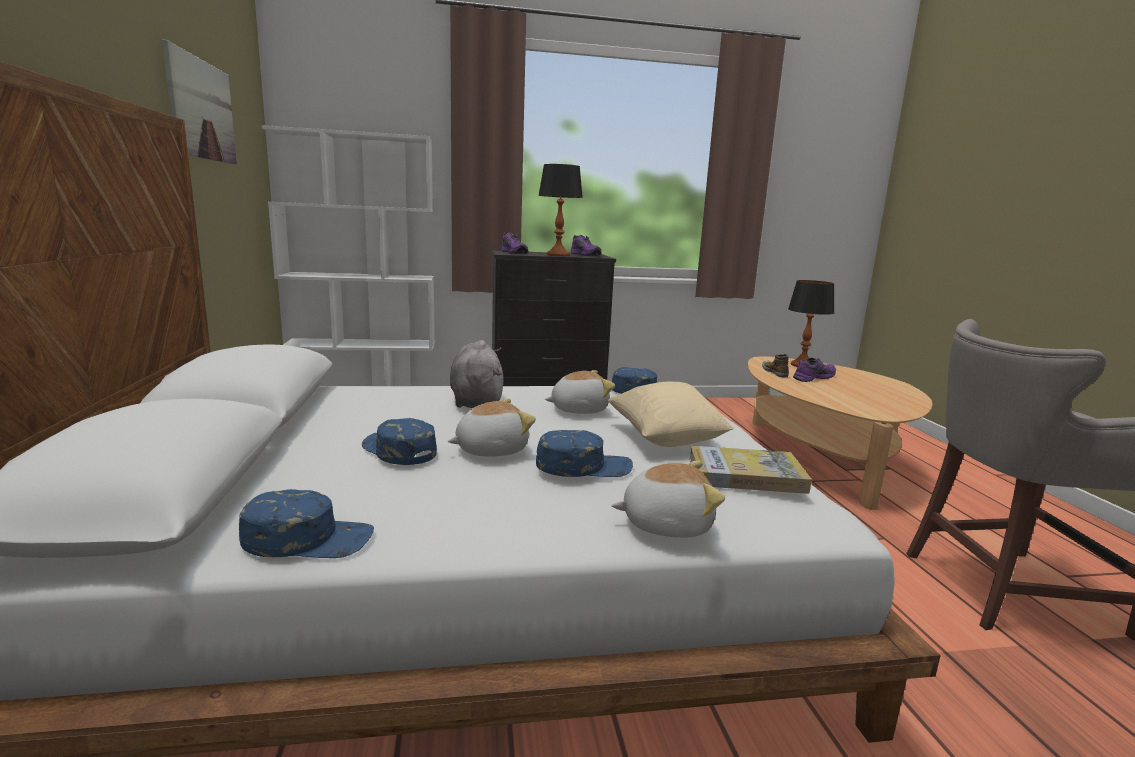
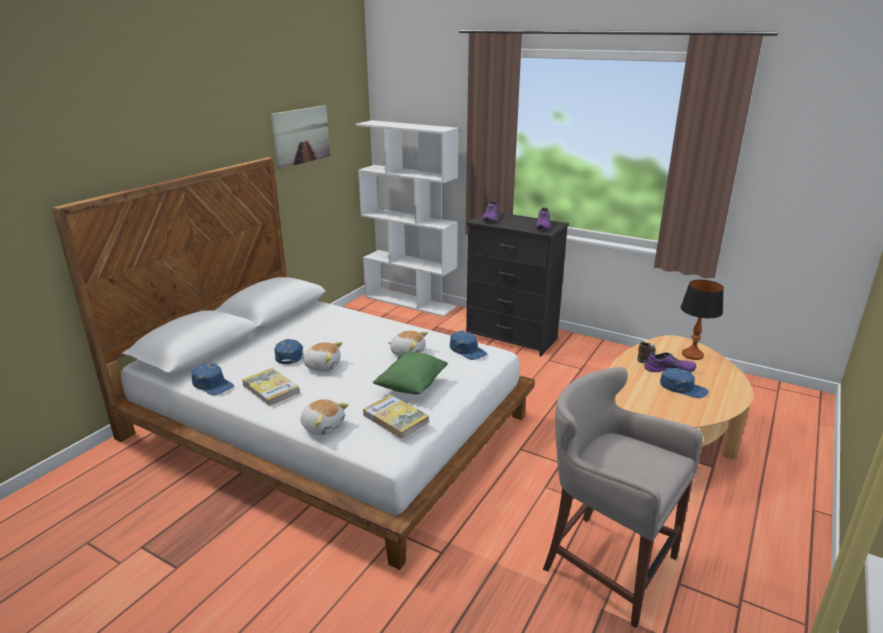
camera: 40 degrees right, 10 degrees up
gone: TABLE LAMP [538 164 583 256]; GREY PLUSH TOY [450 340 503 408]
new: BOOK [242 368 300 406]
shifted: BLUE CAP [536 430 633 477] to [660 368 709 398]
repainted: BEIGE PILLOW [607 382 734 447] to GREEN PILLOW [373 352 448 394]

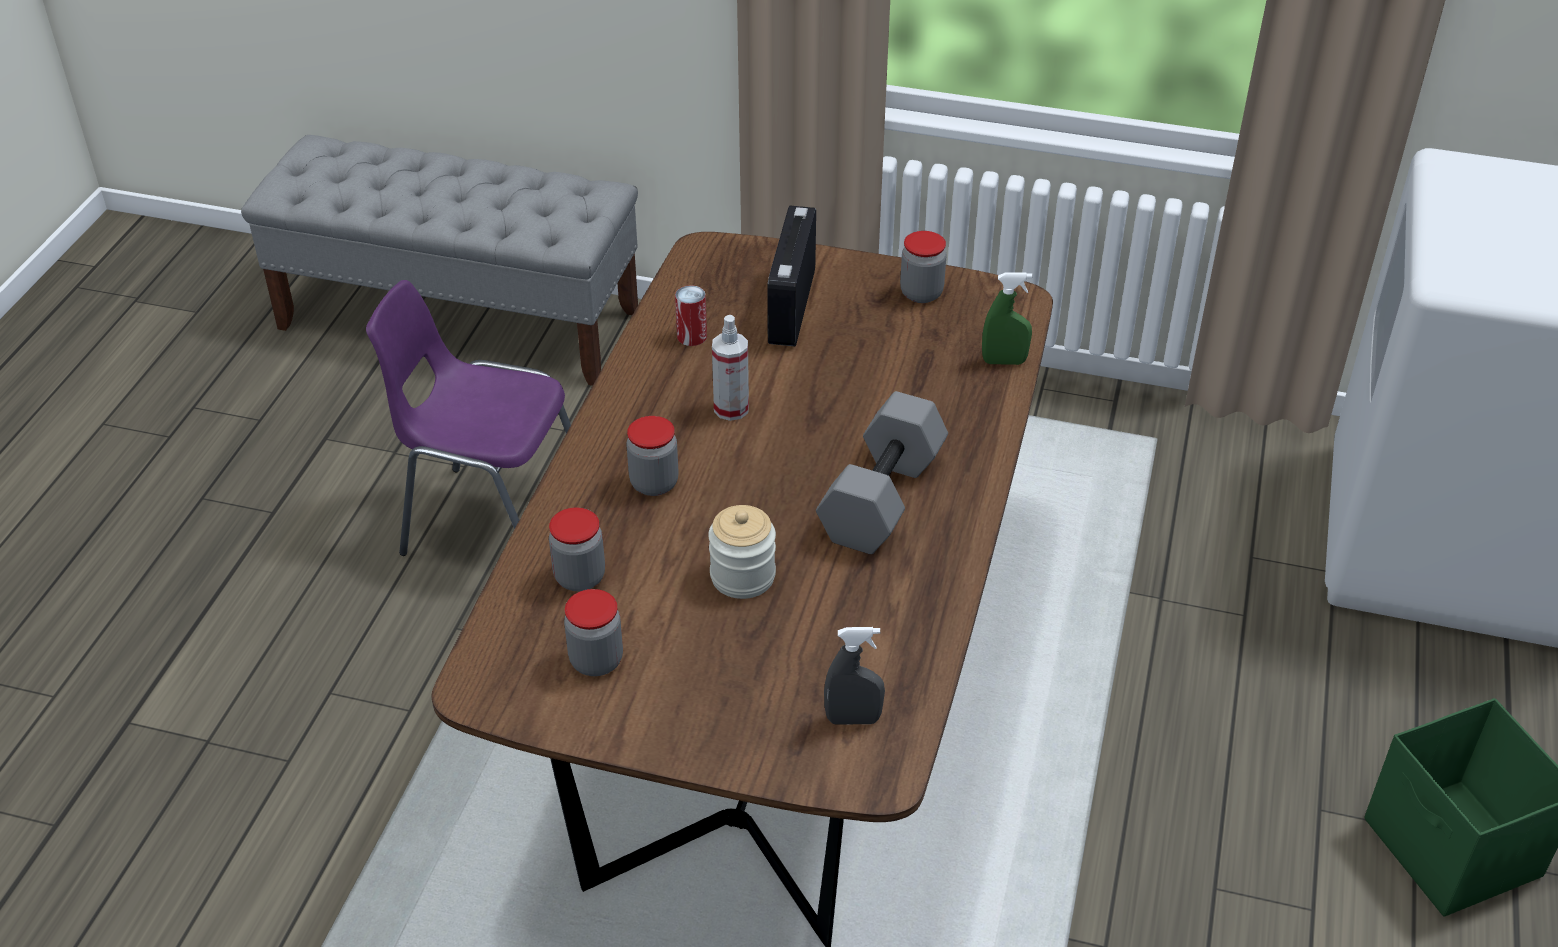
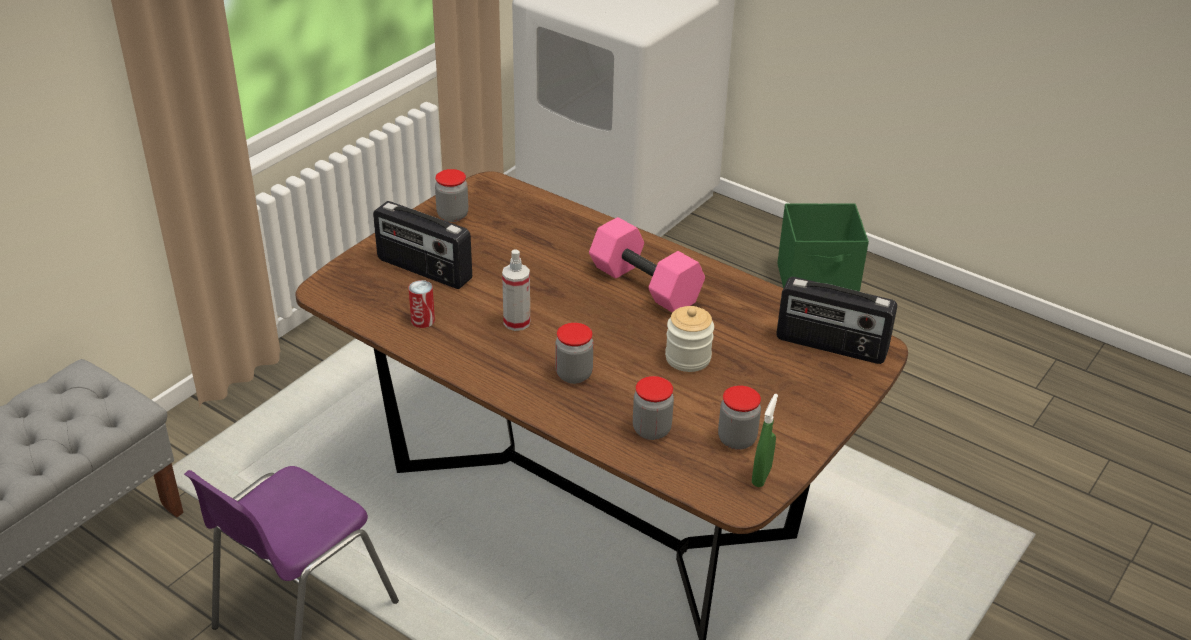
camera: 70 degrees left, 5 degrees down
shifted: GREEN SPRAY BOTTLE [982 272 1032 365] to [752 394 778 487]
swapped: GREY SPRAY BOTTLE [824 627 885 724] to RADIO [776 277 897 364]
repainted: GREY DUMBBELL [816 391 948 554] to PINK DUMBBELL [589 217 705 313]

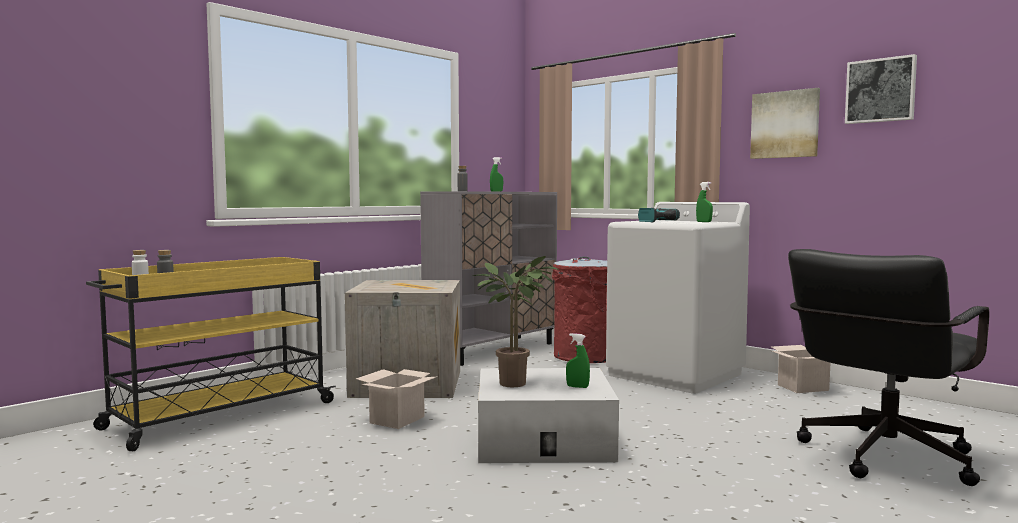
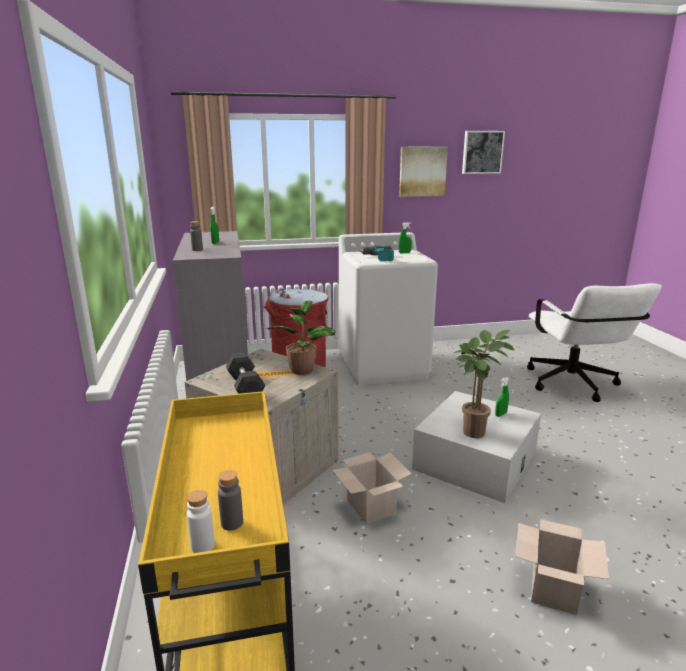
camera: 55 degrees left, 15 degrees up
new: POTTED PLANT [267 300 335 375]; GREY DUMBBELL [226 353 266 394]
shifted: CARDBOARD BOX [771 345 830 393] to [515 520 609 615]
repainted: BLACK OFFICE CHAIR [788 249 990 486] to WHITE OFFICE CHAIR [527 283 662 402]

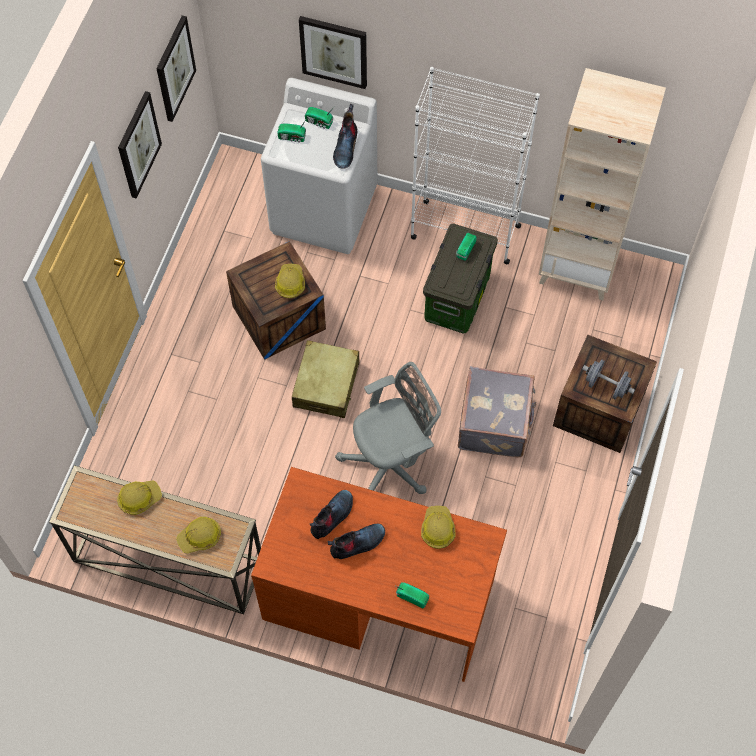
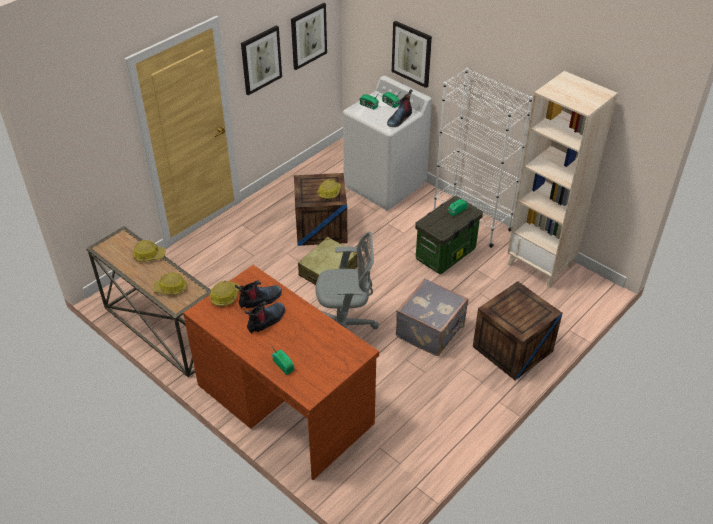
camera: 25 degrees right, 20 degrees down
gone: GREY DUMBBELL [582 360 635 399]
shifted: HARD HAT [421 506 456 549] to [210 281 240 307]
rotated: BOOT [327 524 385 559] = [244 301 285 333] 45 degrees counterclockwise

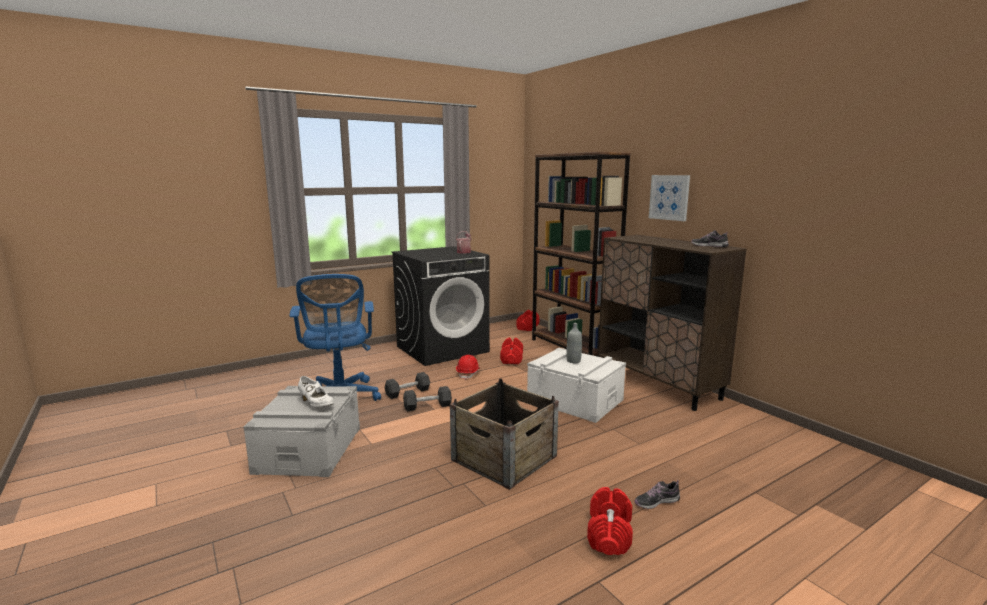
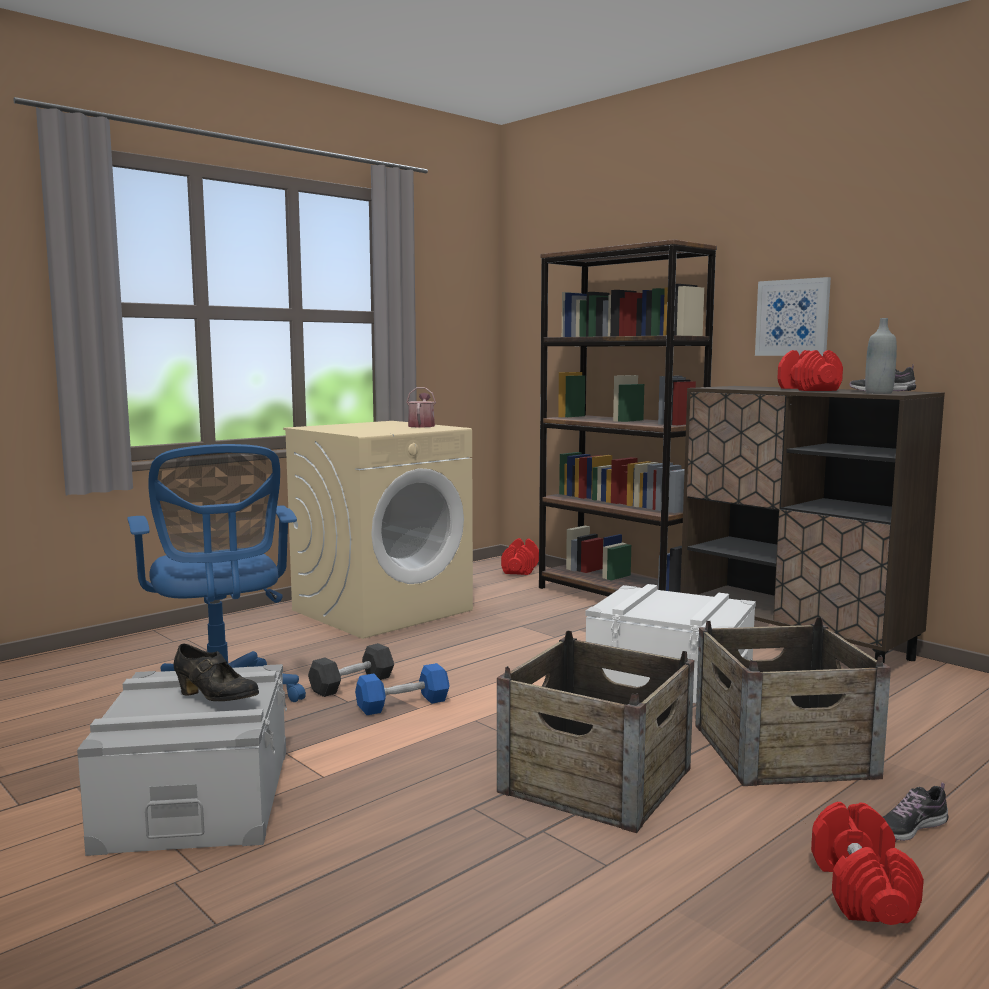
camera: 10 degrees left, 5 degrees down
gone: RED HARD HAT [456 355 480 380]
new: CRATE [695 617 891 786]
shifted: GREY BOTTLE [566 323 582 363] to [865 318 897 394]; RED DUMBBELL [500 338 523 364] to [777 350 843 391]
repainted: BLACK WASHING MACHINE [392 246 490 366] to BEIGE WASHING MACHINE [283 421 473 639]; WHITE SHOE [298 376 334 407] to BLACK SHOE [174 644 259 701]; BLACK DUMBBELL [403 386 452 411] to BLUE DUMBBELL [355 663 450 715]

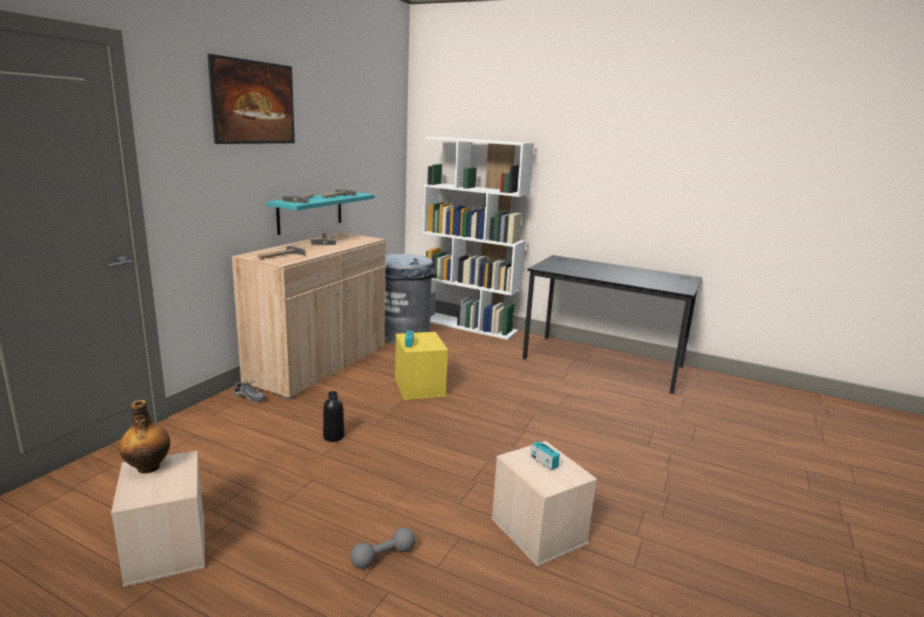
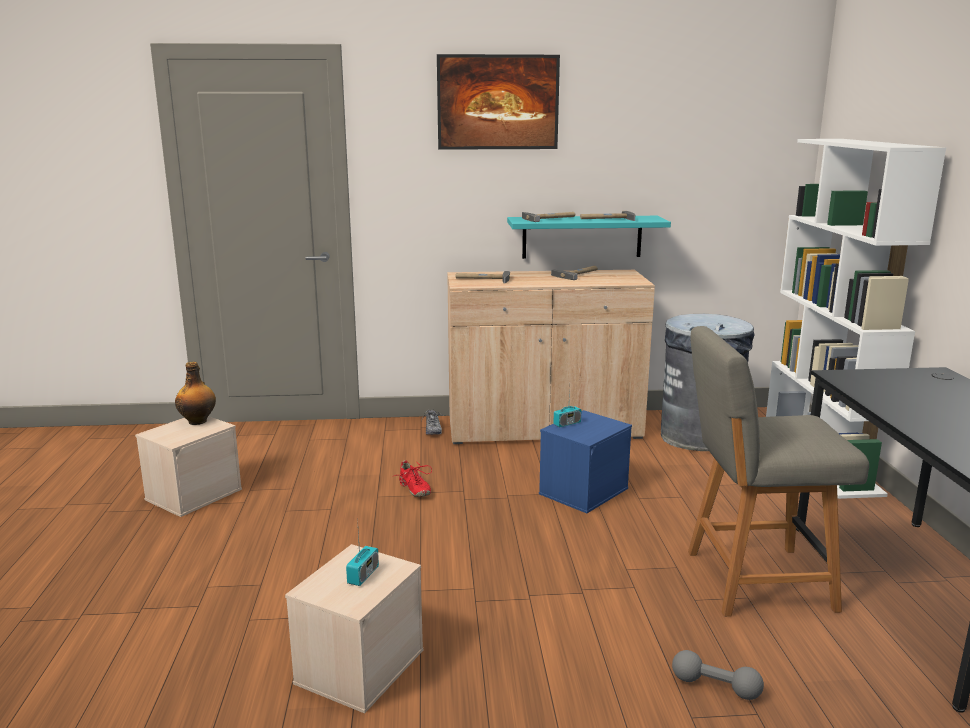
camera: 60 degrees right, 0 degrees up
new: GREY CHAIR [688 326 869 617]
shifted: GREY DUMBBELL [350 527 415 569] to [672 650 764 700]
swapped: BLACK BOTTLE [323 391 344 442] to RED SHOE [392 460 432 497]
repainted: YELLOW STORAGE BOX [395 332 448 400] to BLUE STORAGE BOX [539 410 632 513]

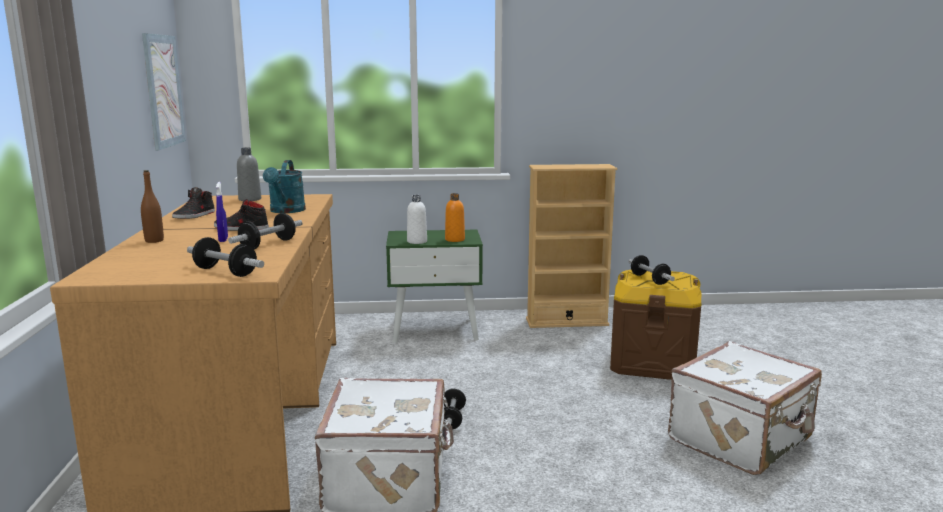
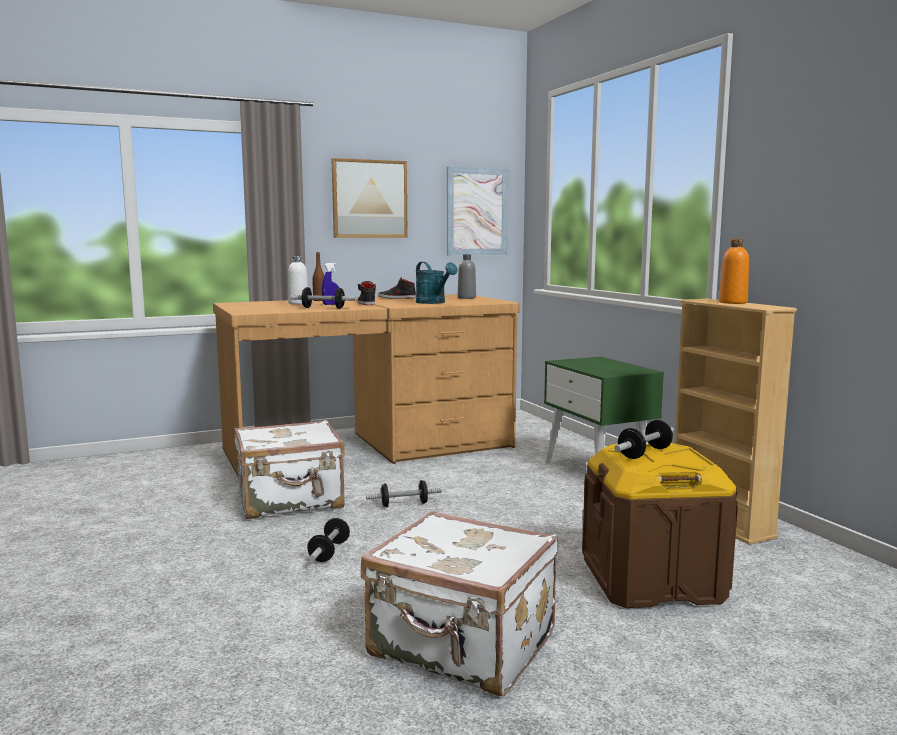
camera: 70 degrees right, 5 degrees down
new: PICTURE [332 158 408 238]
shifted: ORANGE BOTTLE [445 193 465 242] to [719 239 749 304]; WHITE BOTTLE [407 195 427 244] to [288 256 308 304]; DUMBBELL [187 237 264 277] to [307 518 350 562]
rotated: TURQUOISE WATERING CAN [263 160 306 213] = [416 262 458 304] 105 degrees counterclockwise

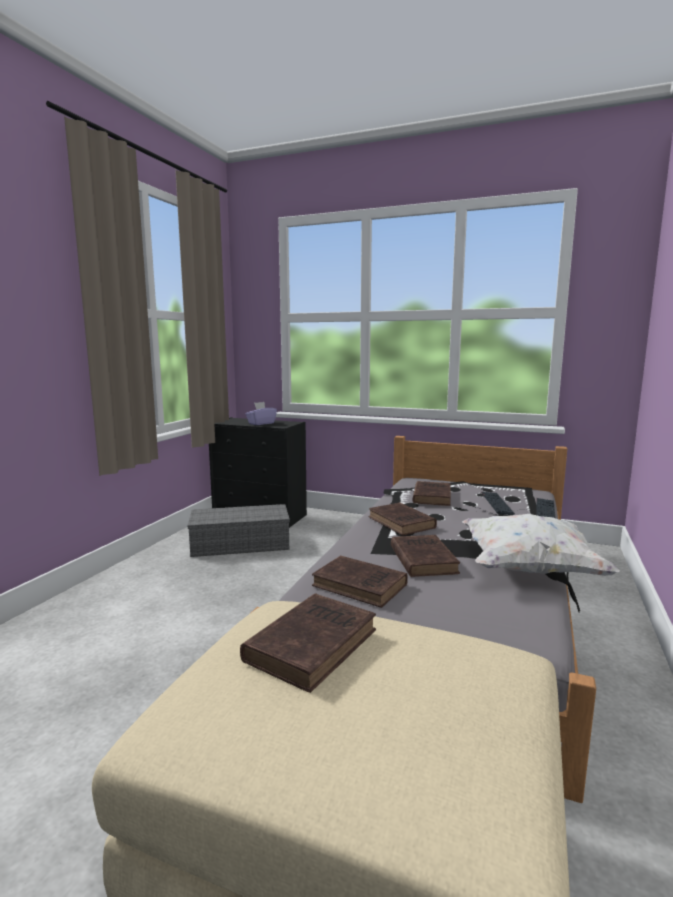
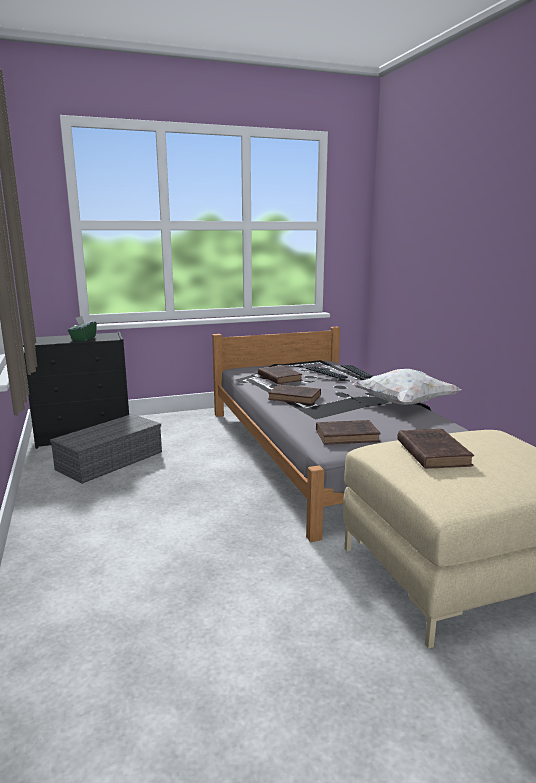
camera: 40 degrees left, 5 degrees up
gone: BROWN BOOK [391 535 460 577]
repainted: PURPLE TISSUE BOX [246 402 277 425] to GREEN TISSUE BOX [68 316 97 341]

